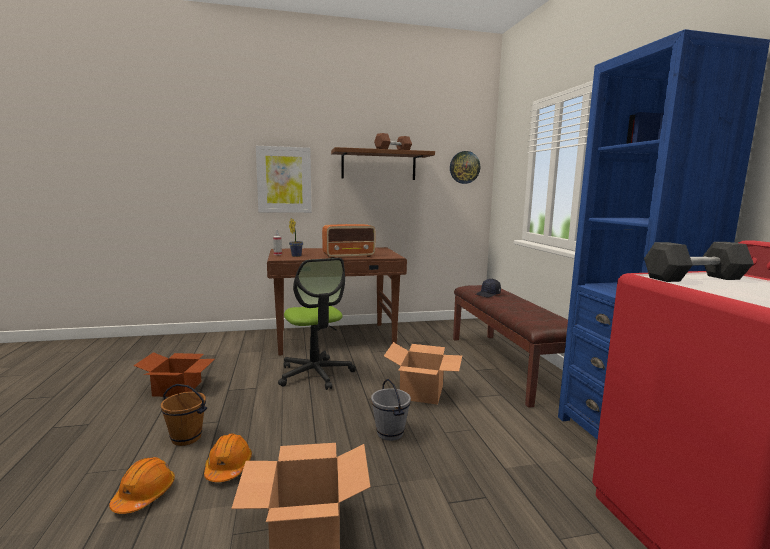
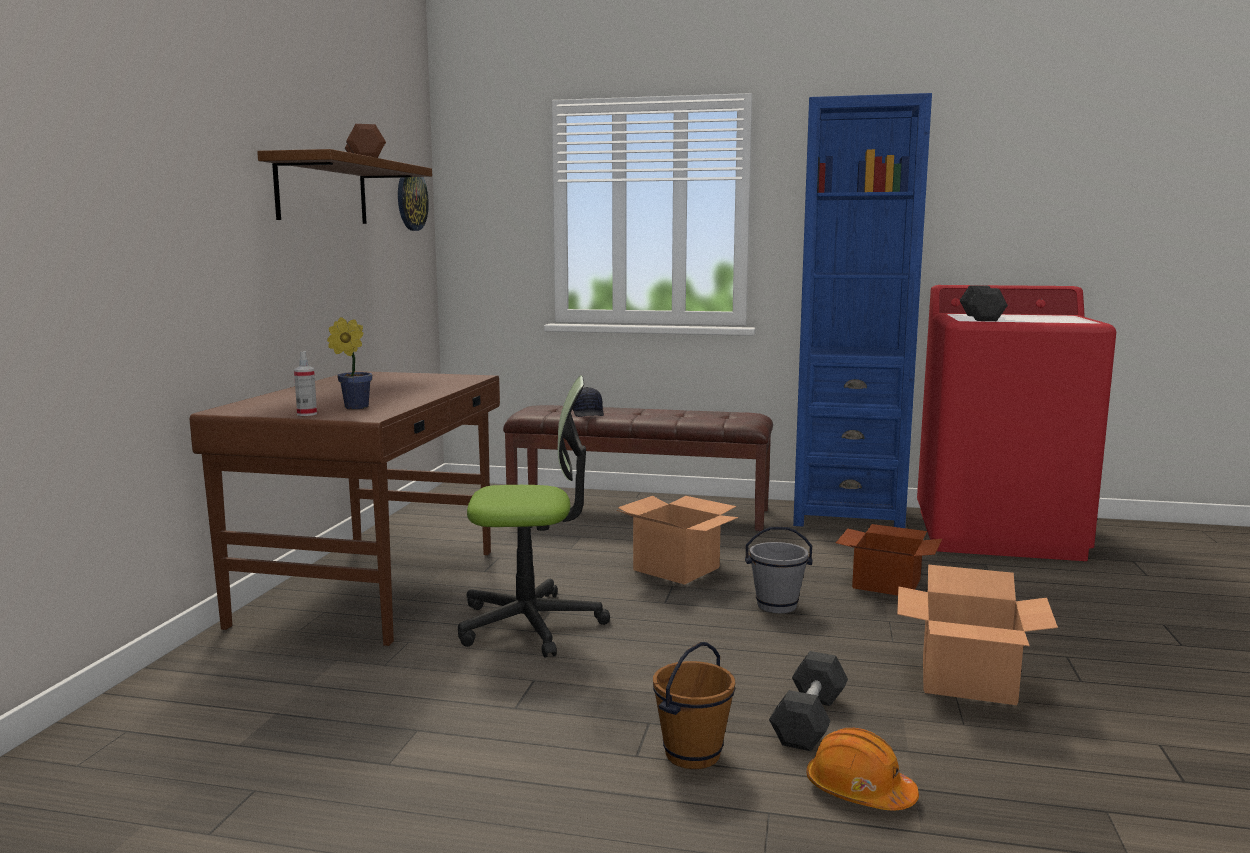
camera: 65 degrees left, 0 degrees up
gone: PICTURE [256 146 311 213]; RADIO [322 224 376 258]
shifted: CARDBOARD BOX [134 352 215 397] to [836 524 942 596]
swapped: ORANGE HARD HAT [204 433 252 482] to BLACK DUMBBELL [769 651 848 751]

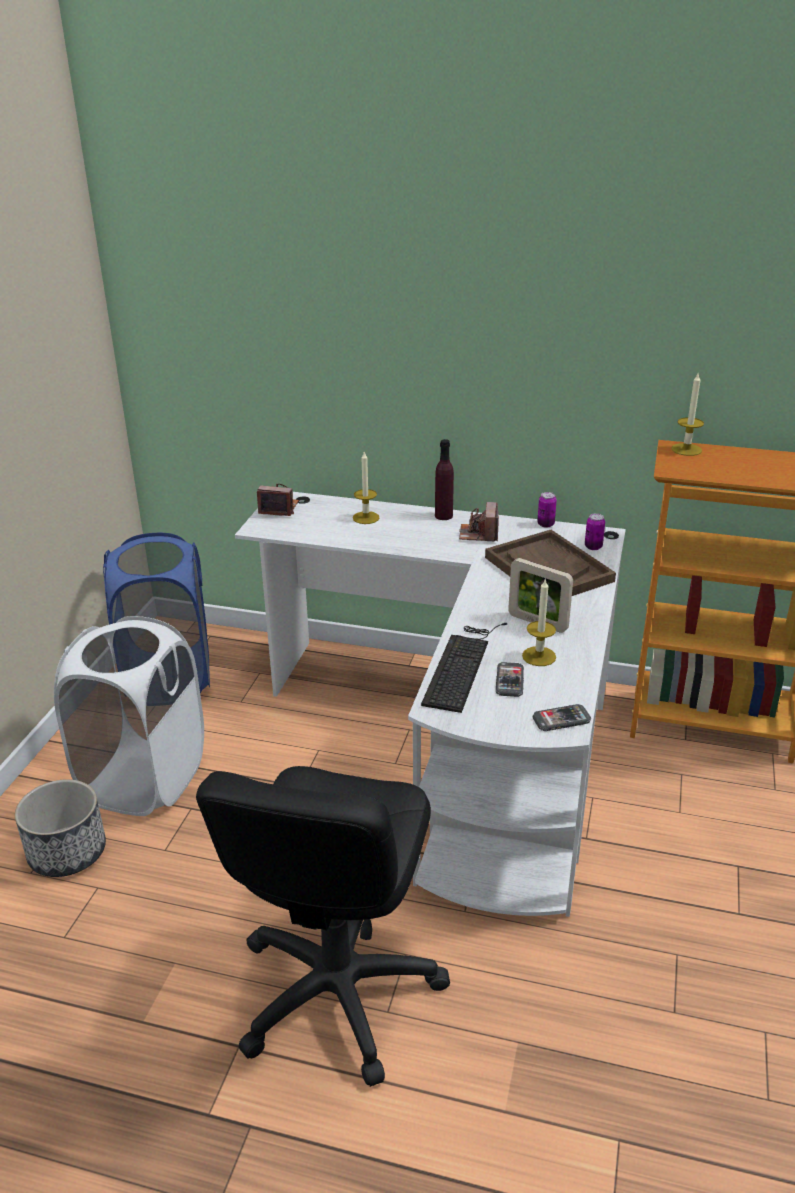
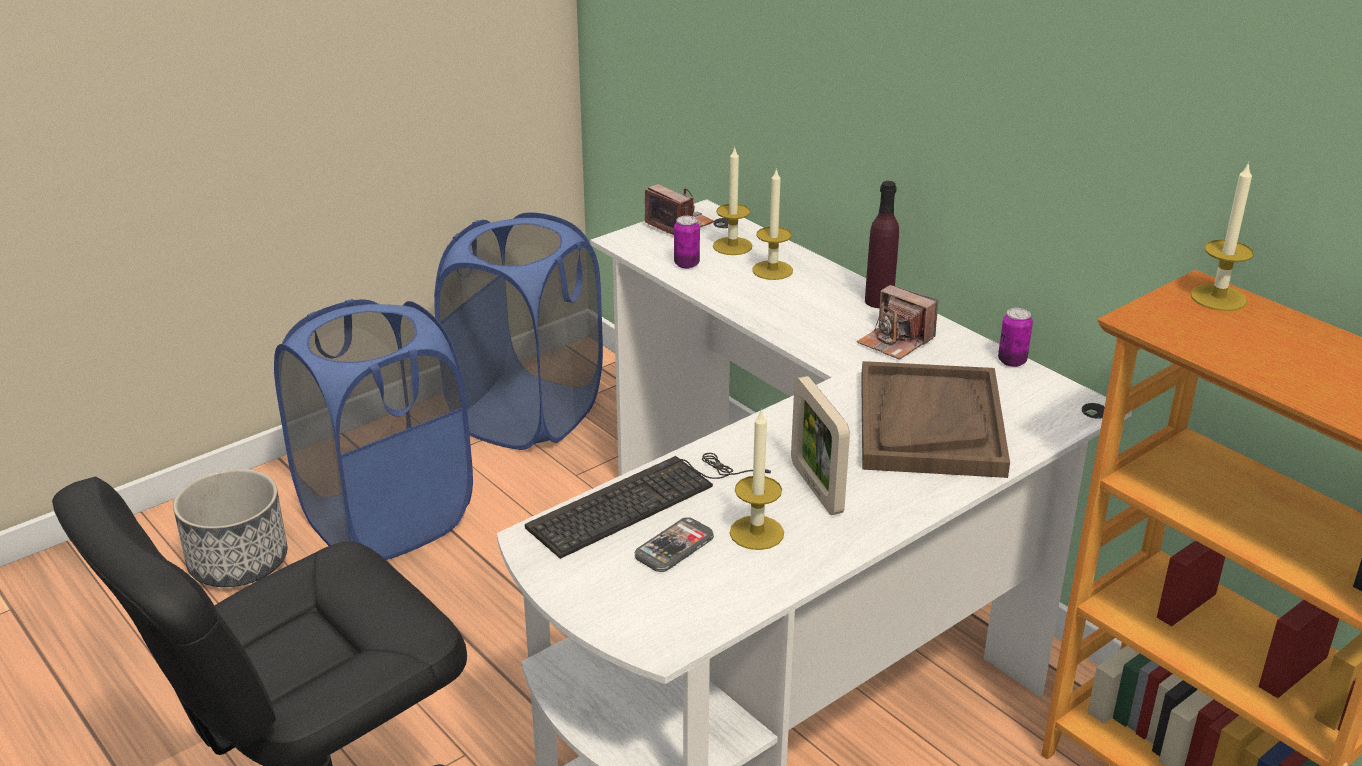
camera: 35 degrees right, 0 degrees up
gone: PHONE [533 704 591 731]
new: CANDLE [713 146 752 255]
shifted: CAN [585 513 605 550] to [674 216 700 269]
repainted: WHITE LAUNDRY BASKET [54 616 204 816] to BLUE LAUNDRY BASKET [274 299 473 560]
rotated: PHOTO CAMERA [459 502 499 541] = [857 285 938 360] 90 degrees counterclockwise

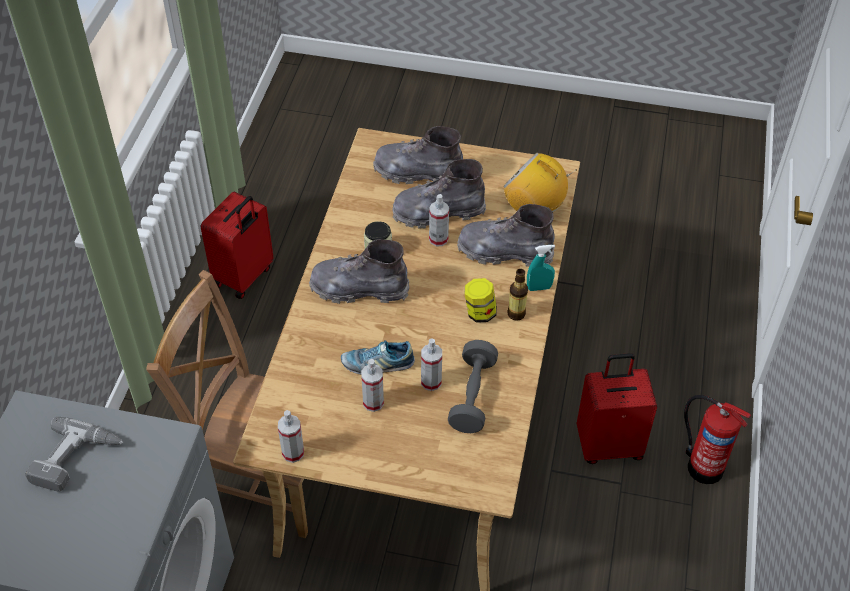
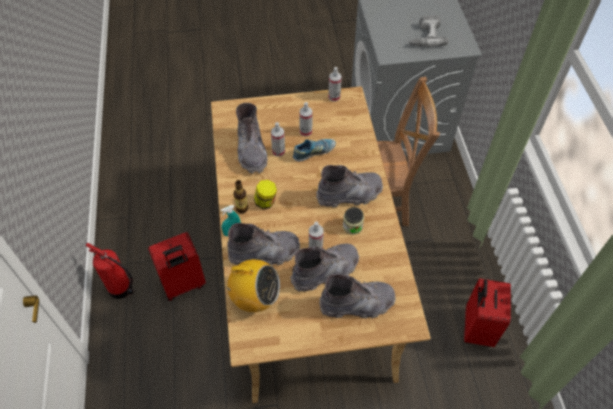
camera: 160 degrees right, 5 degrees up
swapped: GREY DUMBBELL [448 340 498 433] to GREY BOOT [236 103 268 174]

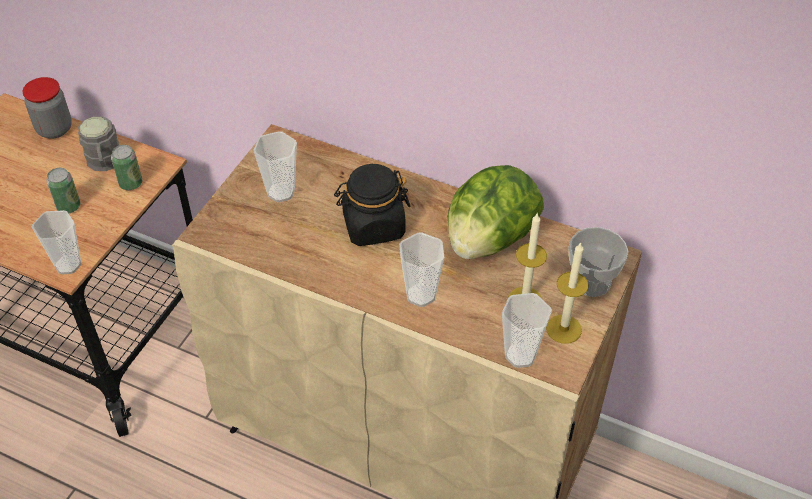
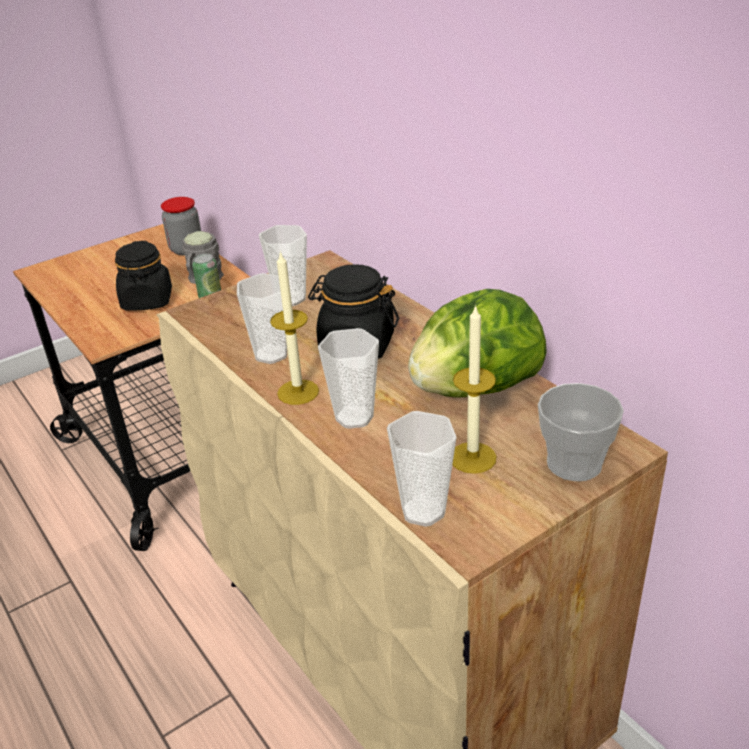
camera: 30 degrees right, 15 degrees down
shifted: CUP [32 210 81 274] to [237 273 287 364]; CANDLE [546 242 589 344] to [270 251 319 405]
swapped: CAN [47 168 80 213] to BLACK JAR [115 241 172 311]

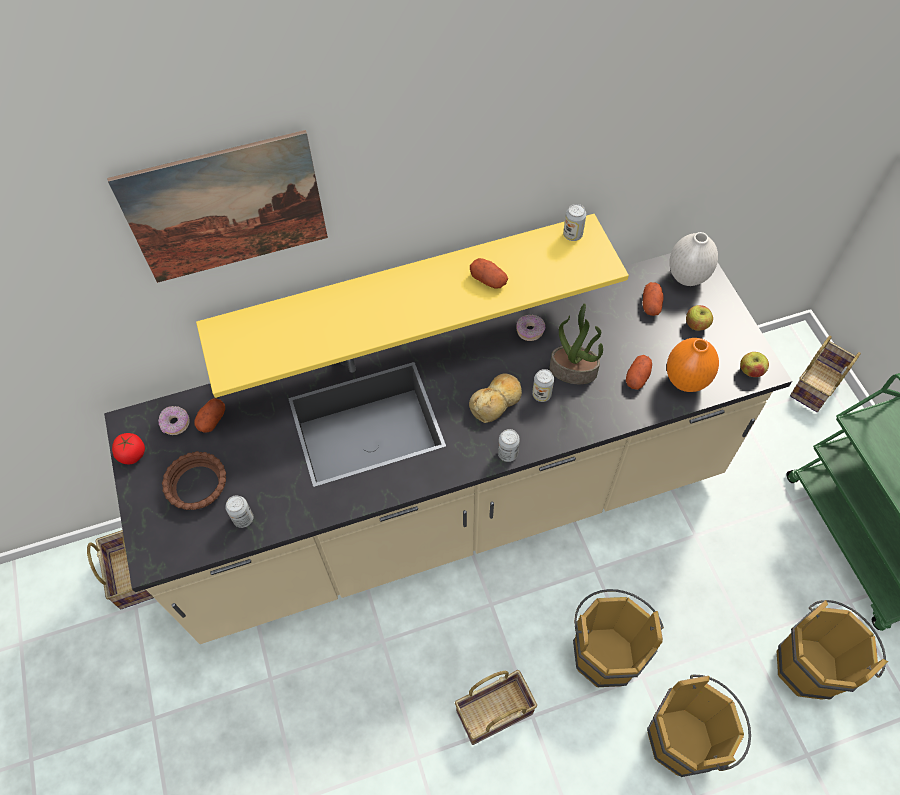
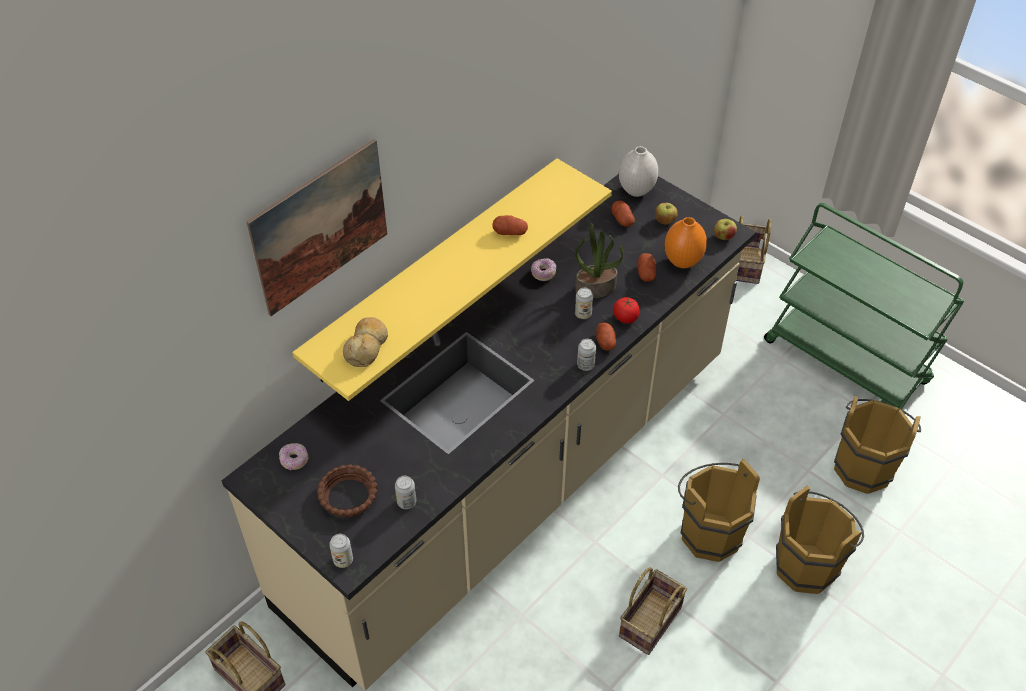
camera: 30 degrees left, 10 degrees down
shifted: CAN [563 204 586 241] to [329 534 353 568]; BREAD [469 374 522 423] to [343 317 388 367]; POTATO [194 398 225 433] to [596 322 616 351]; TOMATO [112 433 145 464] to [613 297 640 323]

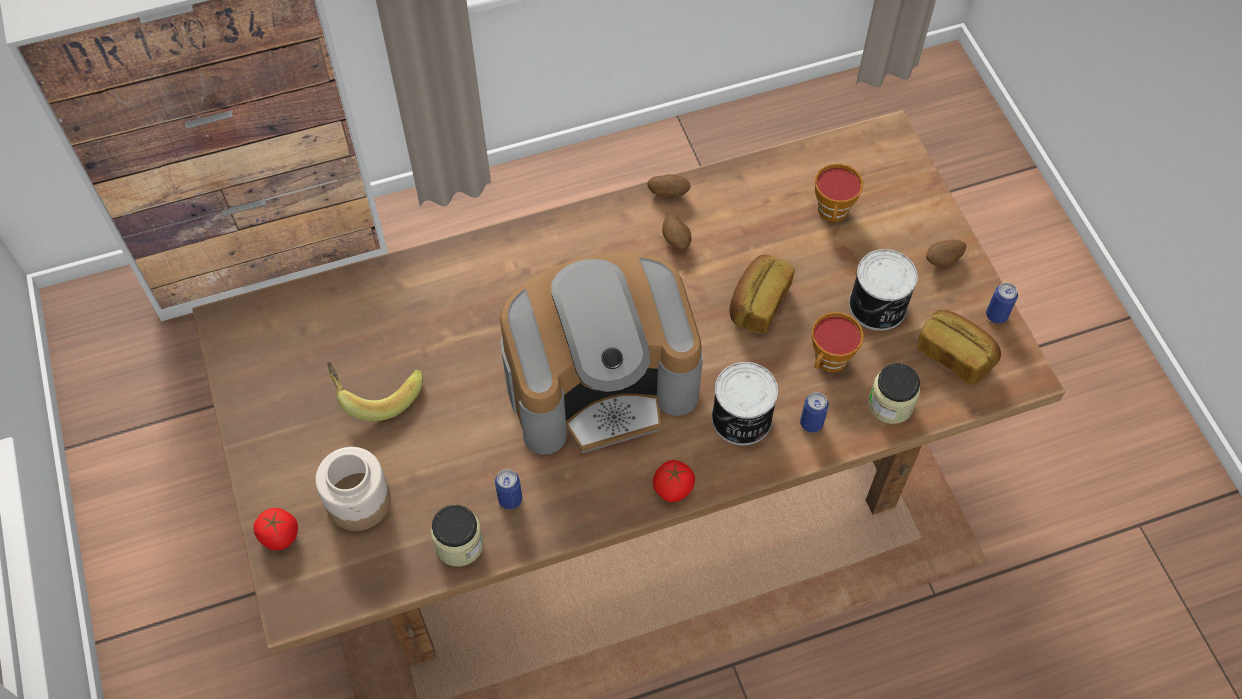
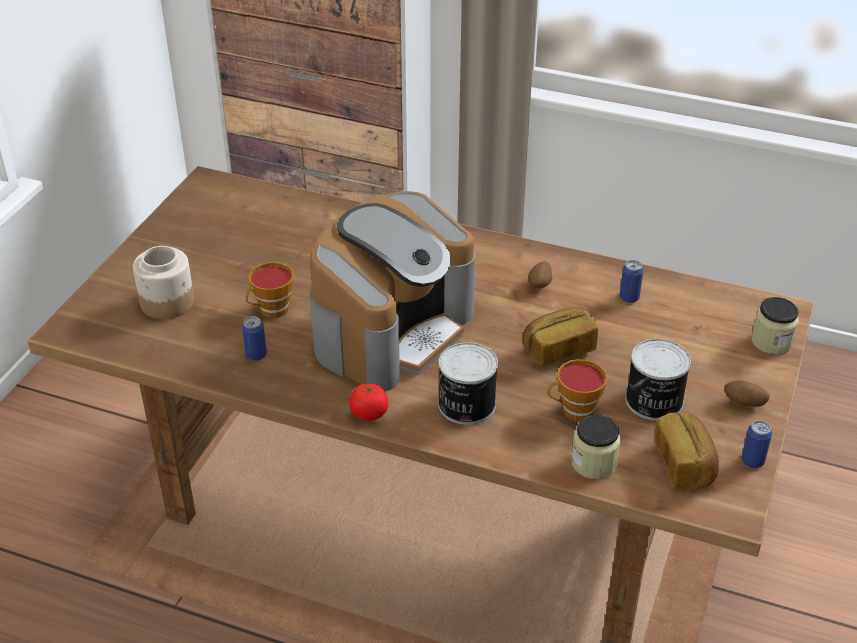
camera: 40 degrees right, 20 degrees down
gone: POTATO [648 174 691 198]; BANANA [326 362 423 421]; TOMATO [253 508 298 550]
shifted: CUP [815 163 863 222] to [245 262 294 318]; CAN [800 392 829 433] to [620 260 643 303]; JAR [431 505 484 566] to [751 297 799 355]
rotated: COFFEE MACHINE [500 252 703 455] = [310 191 476 391] 75 degrees counterclockwise

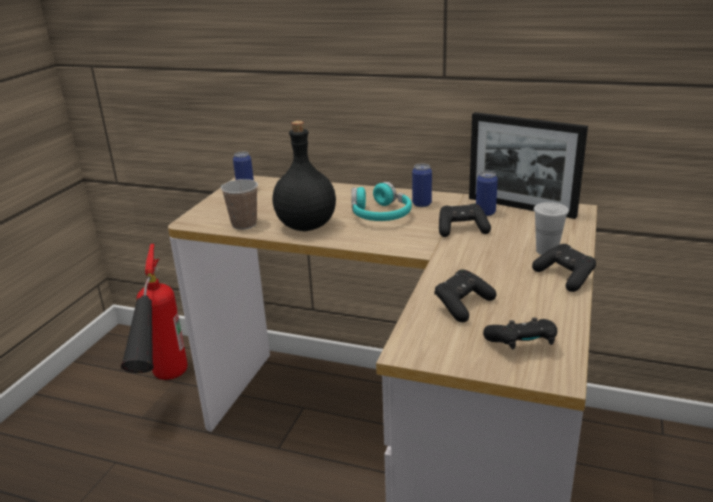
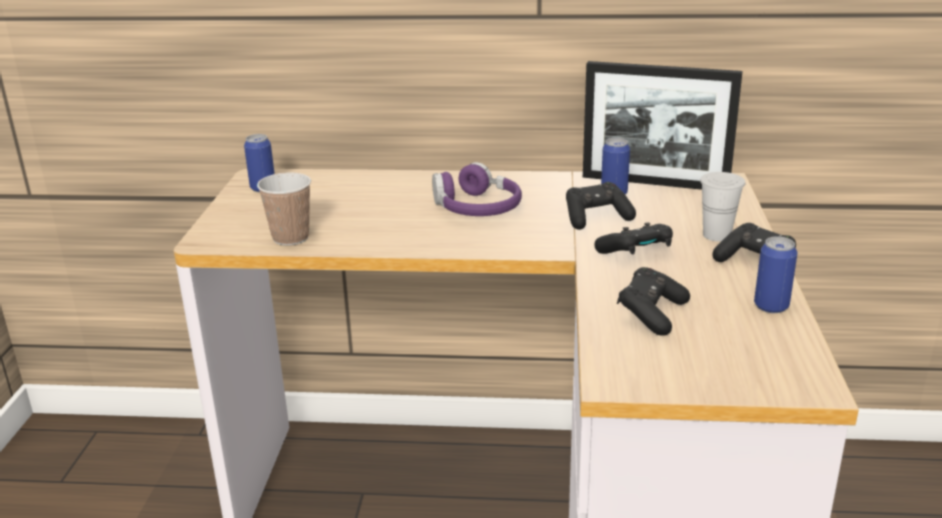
camera: 15 degrees left, 0 degrees up
gone: BLACK BOTTLE [273 121 336 231]; FIRE EXTINGUISHER [121 244 188 380]
shifted: CAN [412 164 432 207] to [754 236 797 313]; BLACK GAME CONTROLLER [483 318 557 350] to [594 223 673 254]
repainted: TURQUOISE HEADPHONES [351 182 412 221] to PURPLE HEADPHONES [432 162 522 216]

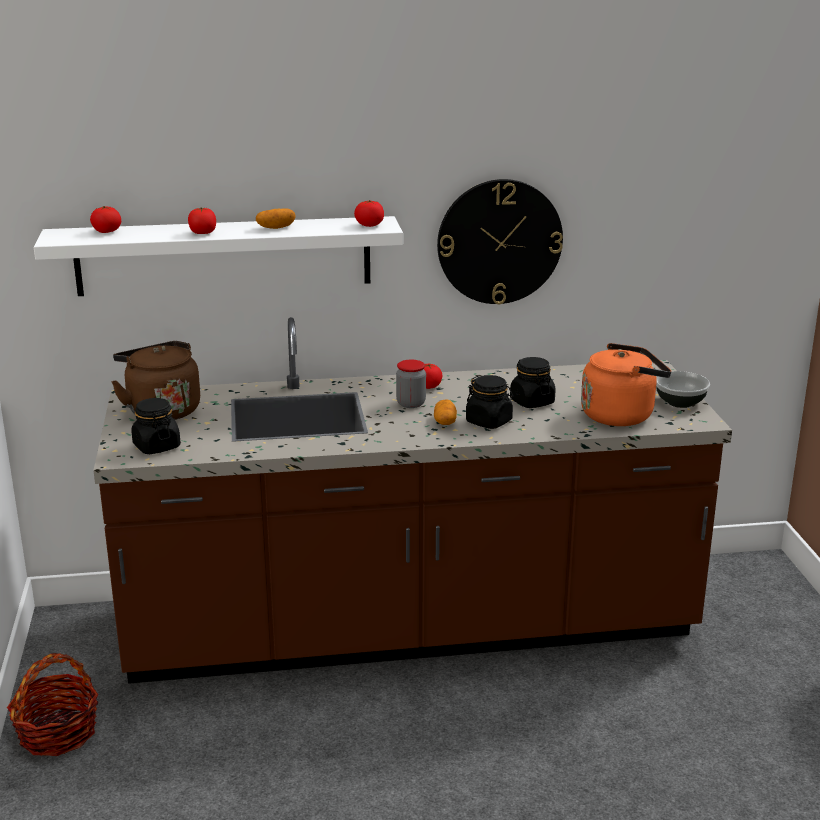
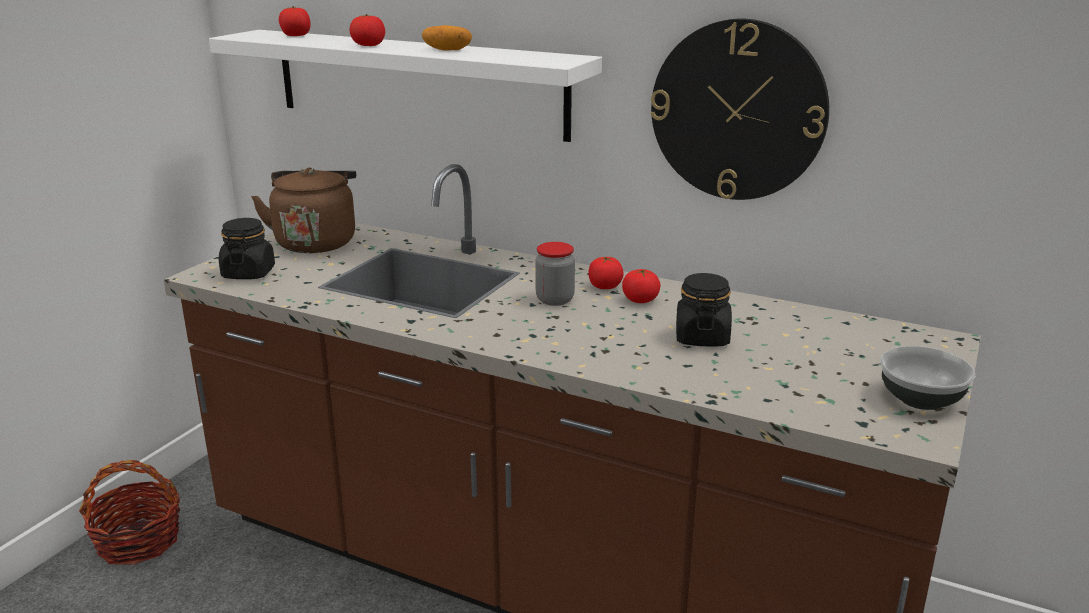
camera: 35 degrees right, 0 degrees up
gone: ORANGE KETTLE [581 343 671 426]; BLACK JAR [466 375 513 429]; POTATO [434 400 457 425]
shifted: TOMATO [354 200 384 227] to [622 269 661 303]

